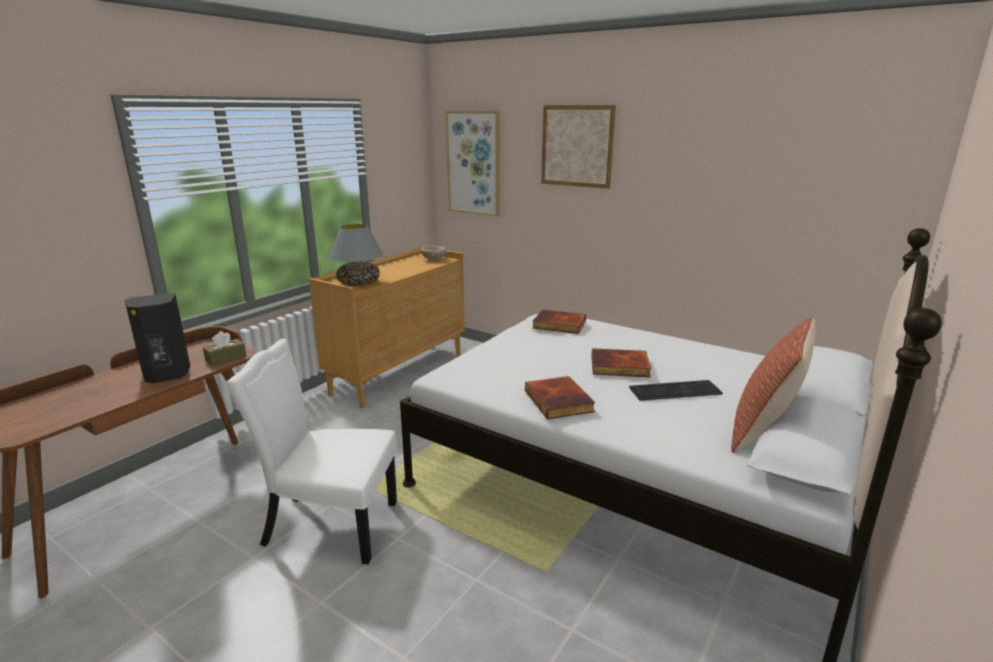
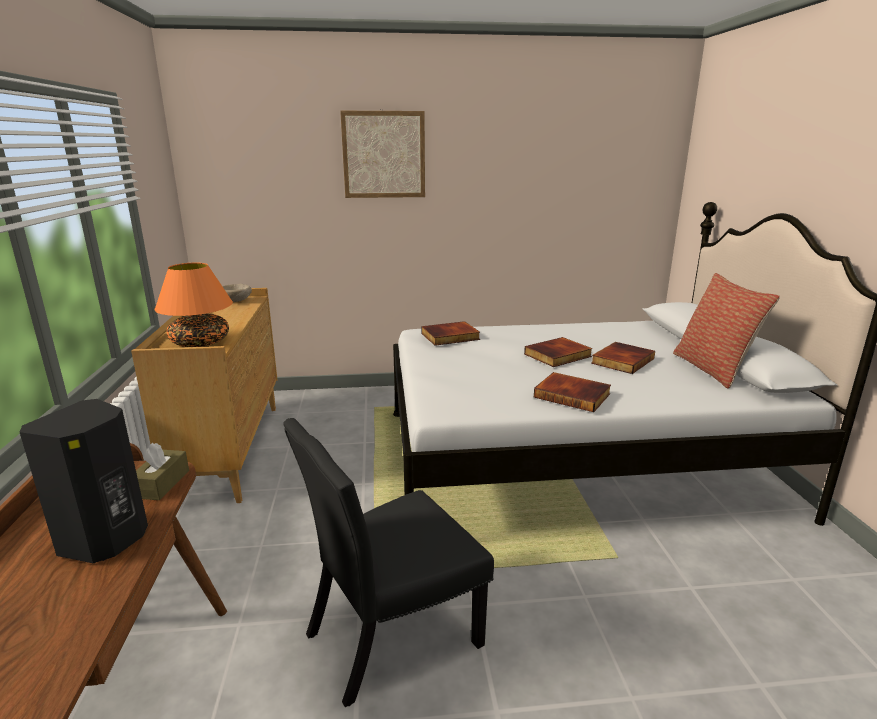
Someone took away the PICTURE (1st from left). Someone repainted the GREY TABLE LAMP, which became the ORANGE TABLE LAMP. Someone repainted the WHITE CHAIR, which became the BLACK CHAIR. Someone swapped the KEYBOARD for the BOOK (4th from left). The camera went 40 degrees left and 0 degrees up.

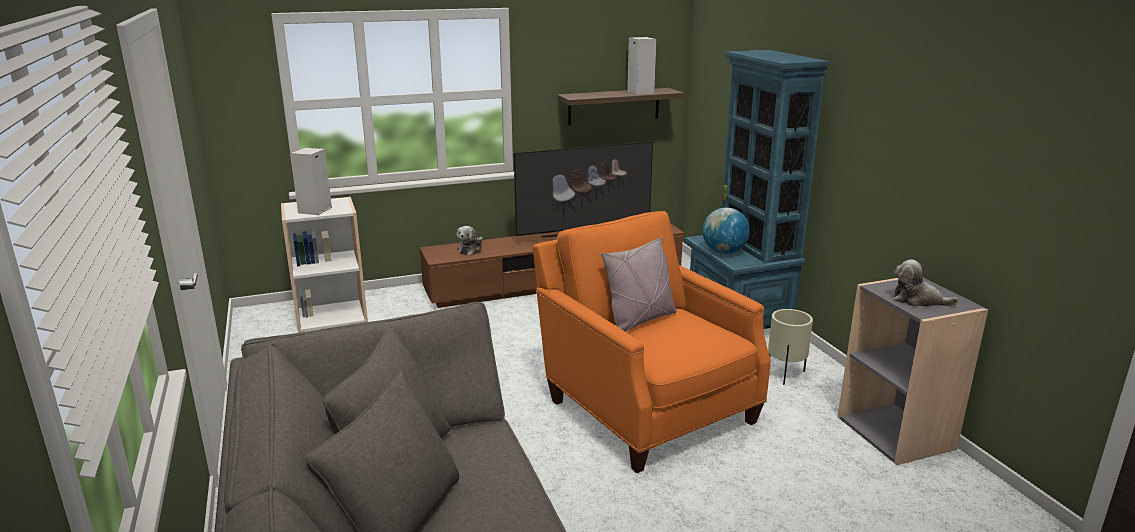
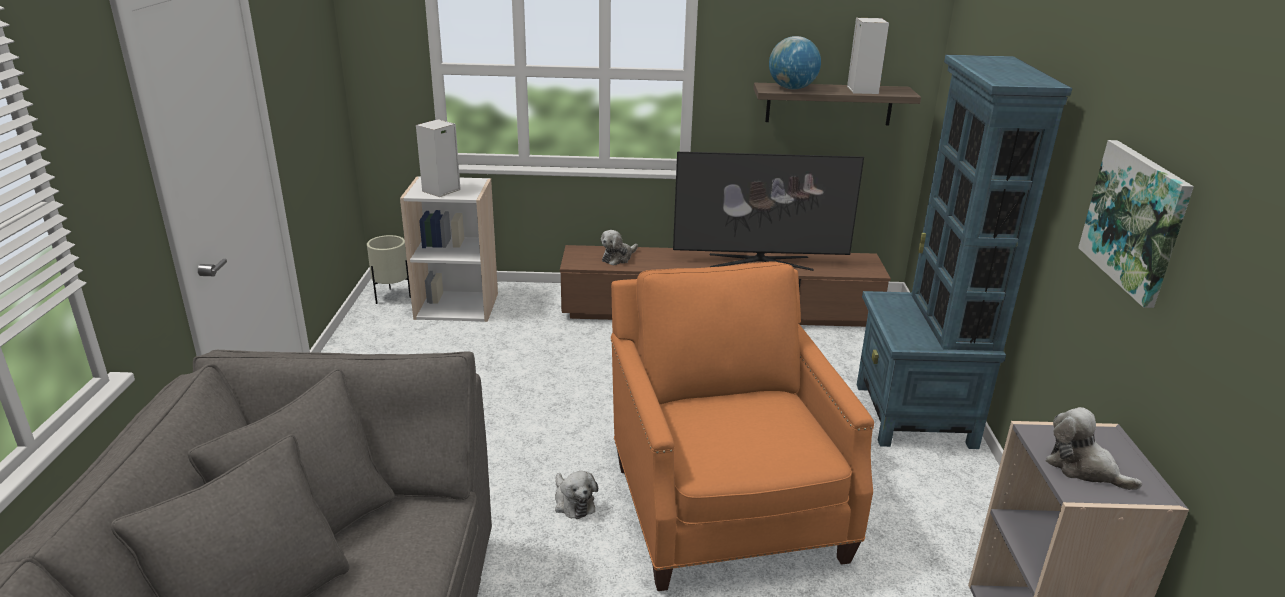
Someone carried the GLOBE. Someone took away the PURPLE PILLOW. Someone carried the BEIGE PLANTER. Someone put up the PICTURE. Someone put down the PLUSH TOY (1st from left). The camera went 20 degrees right and 5 degrees up.

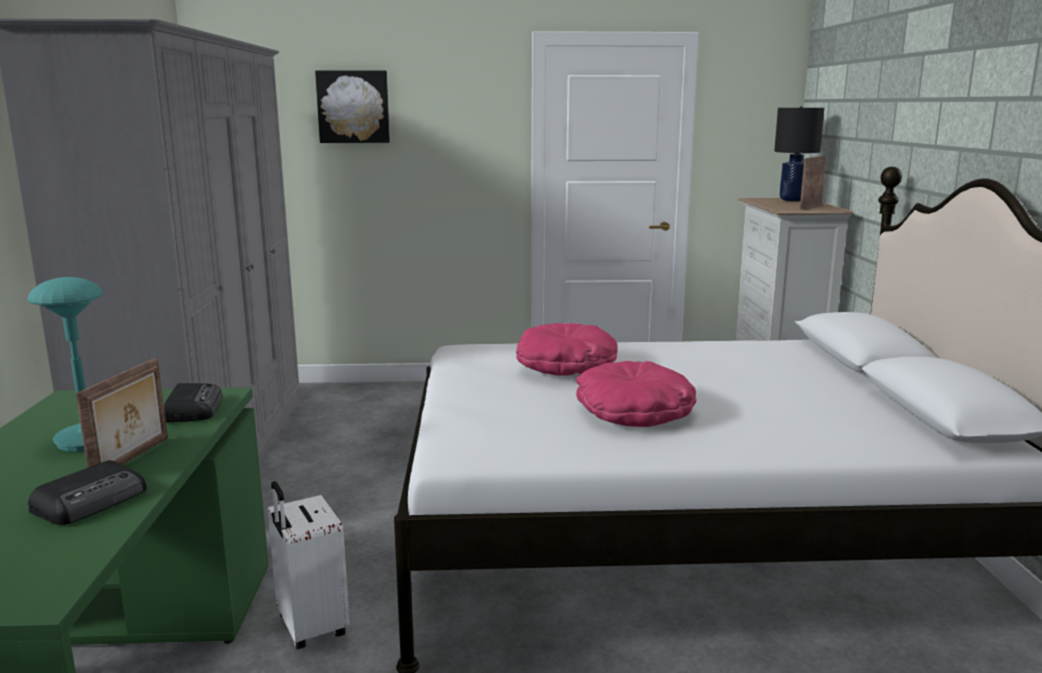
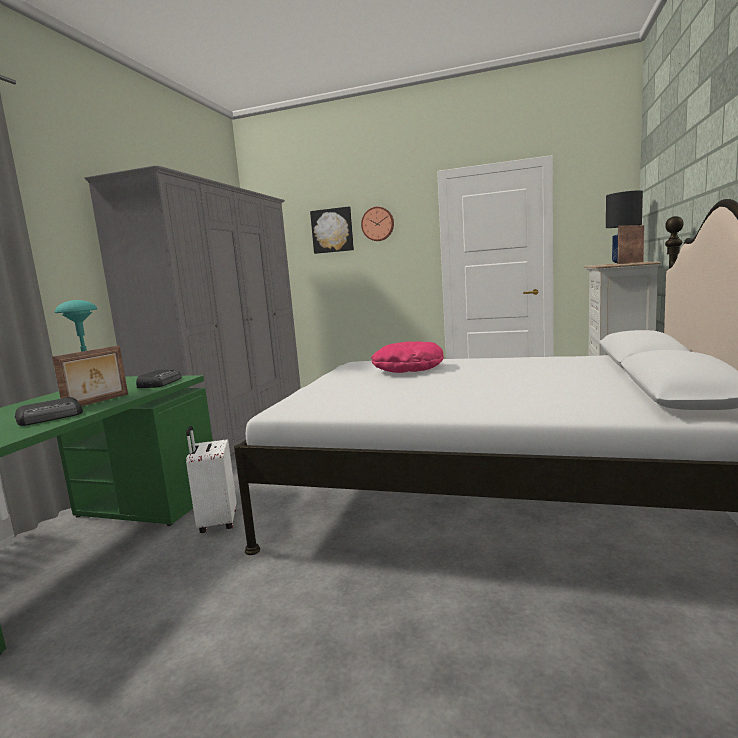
Someone took away the PINK PILLOW (2nd from left). Someone put up the WALL CLOCK. The camera went 20 degrees right and 5 degrees down.

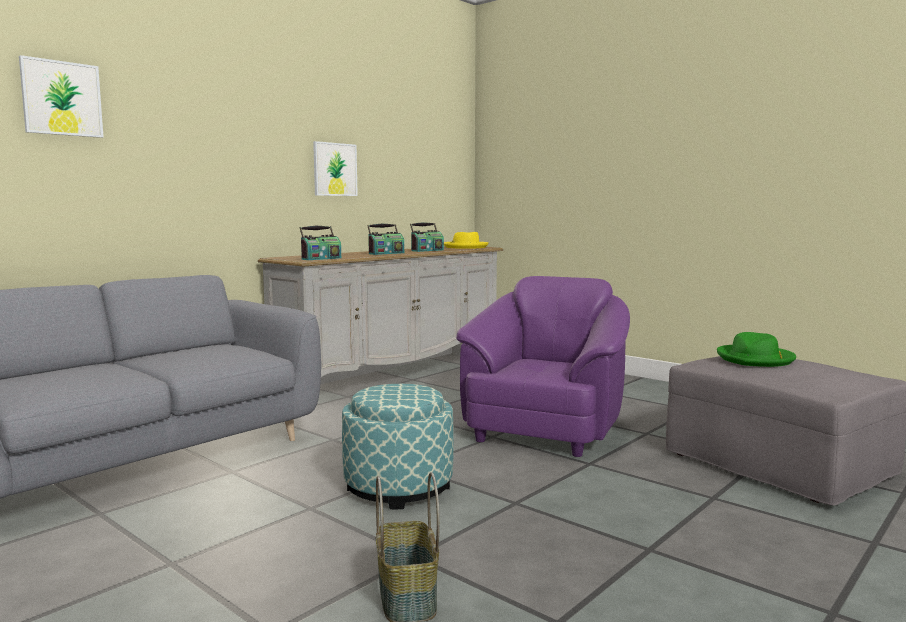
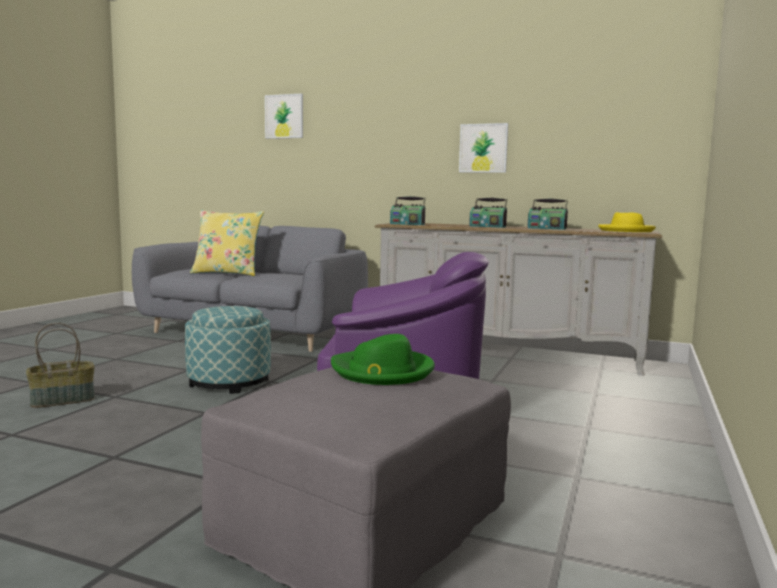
Someone put down the YELLOW PILLOW. The camera went 70 degrees right and 0 degrees up.

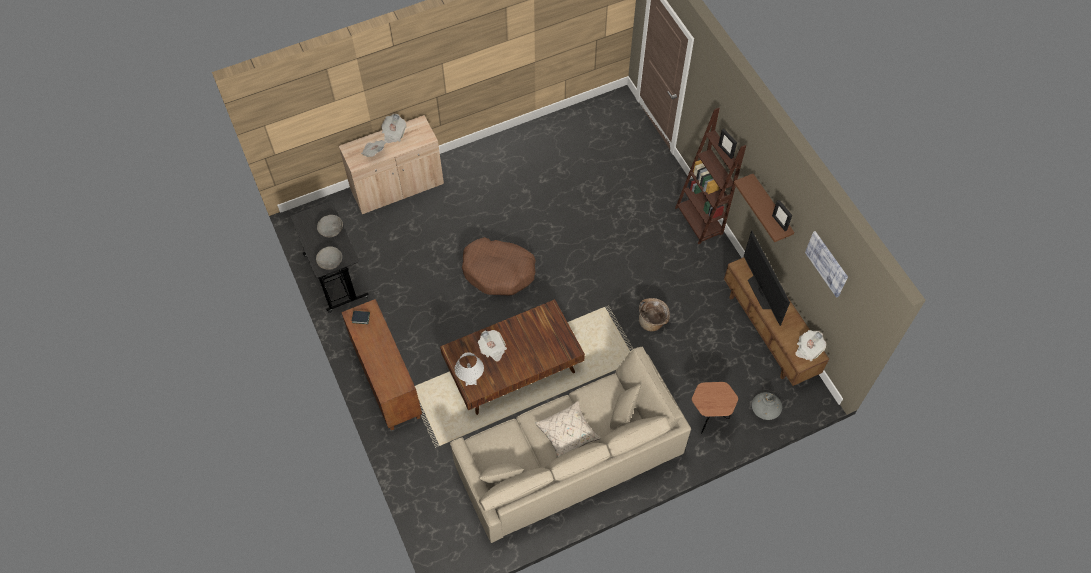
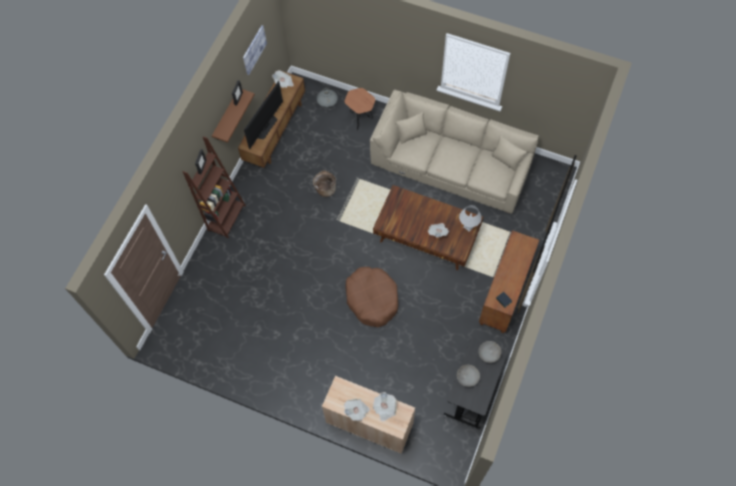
Someone took away the BEIGE PILLOW. The camera went 130 degrees left and 5 degrees up.

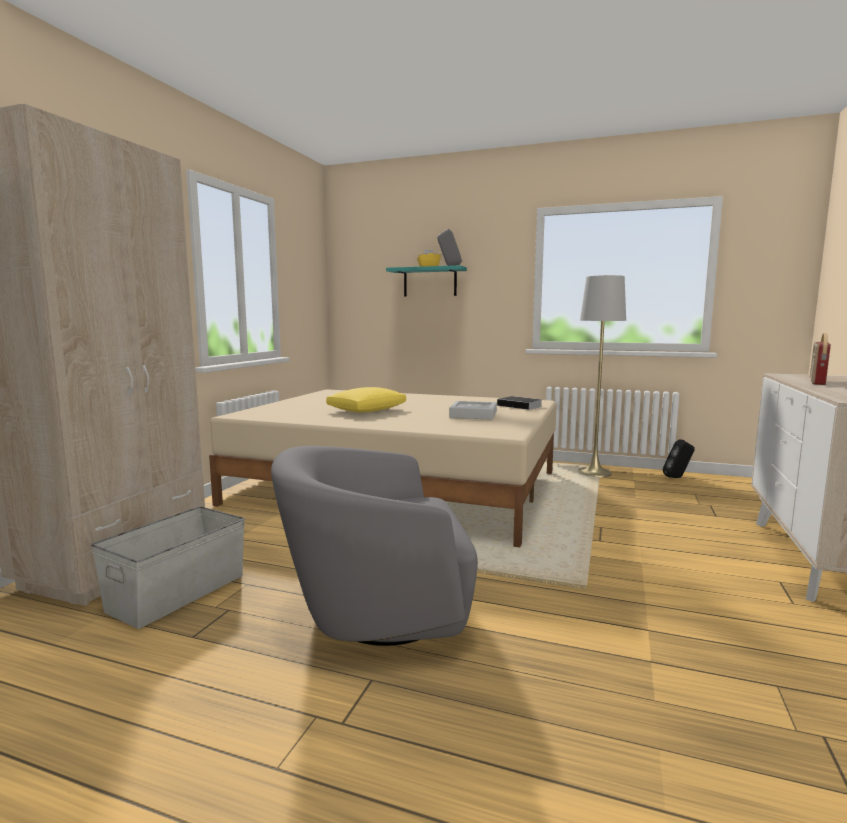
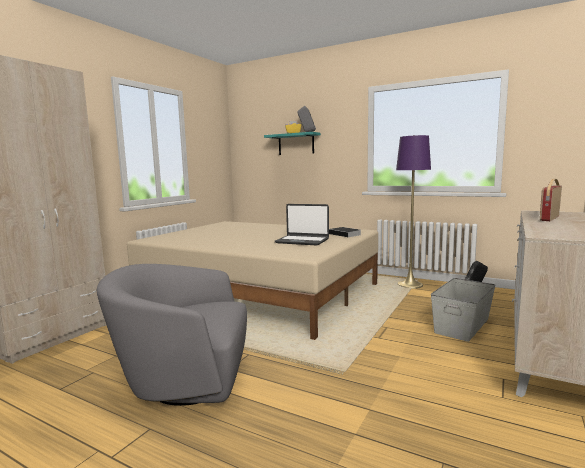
Someone repainted the GREY FLOOR LAMP, which became the PURPLE FLOOR LAMP. Someone took away the YELLOW PILLOW. Someone swapped the GREY TRAY for the LAPTOP. Someone carried the GREY STORAGE BOX. The camera went 10 degrees right and 0 degrees up.

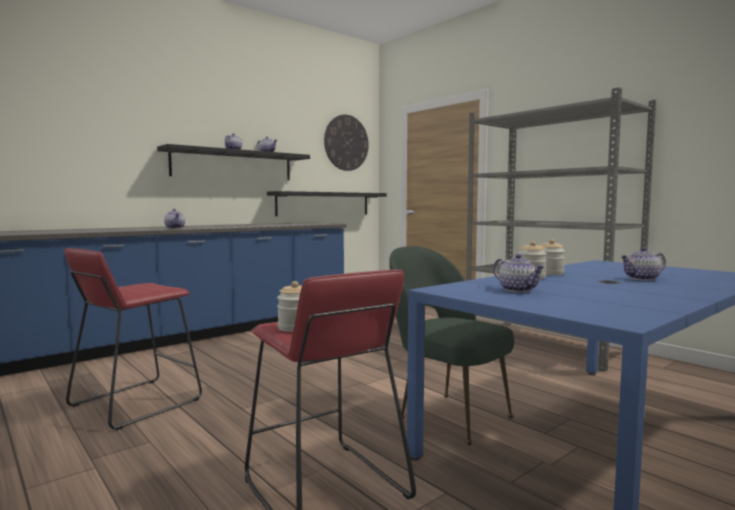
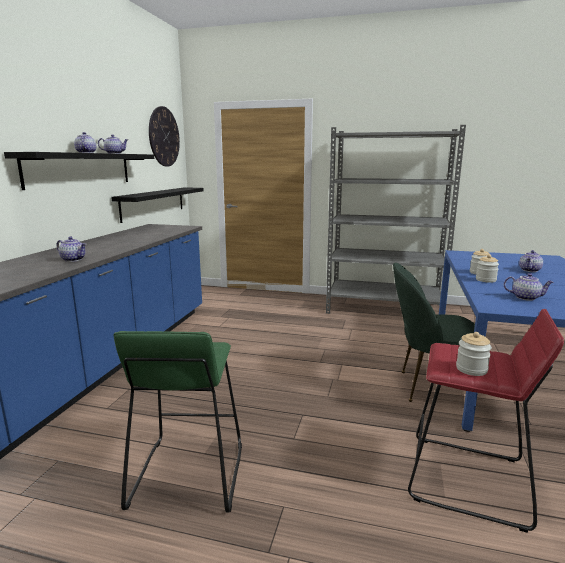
Someone repainted the RED STOOL (1st from left), which became the GREEN STOOL. The camera went 35 degrees left and 10 degrees up.

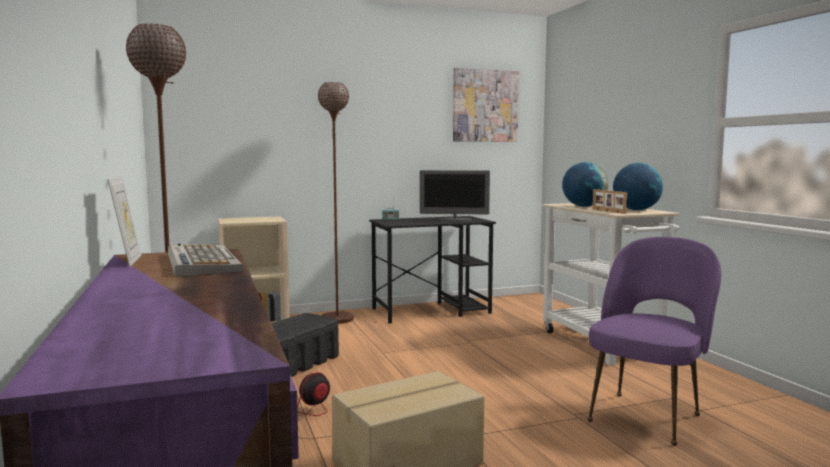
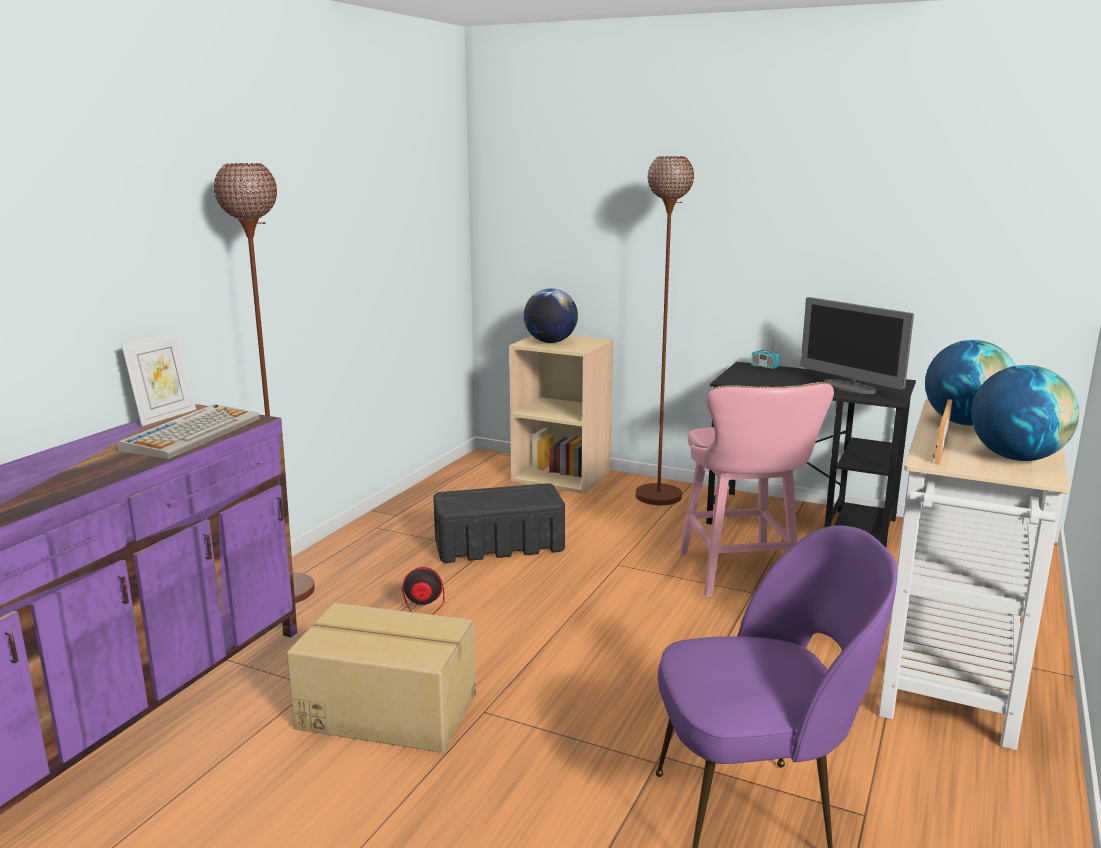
Someone took away the PICTURE. Someone put down the GLOBE (1st from left). Someone put down the PINK STOOL. The camera went 45 degrees right and 10 degrees up.

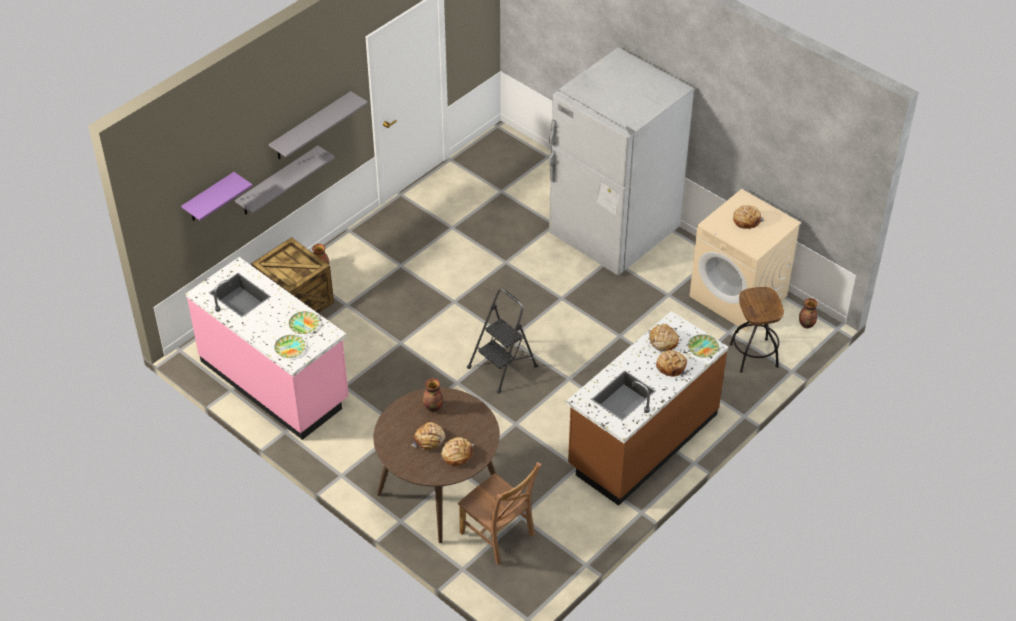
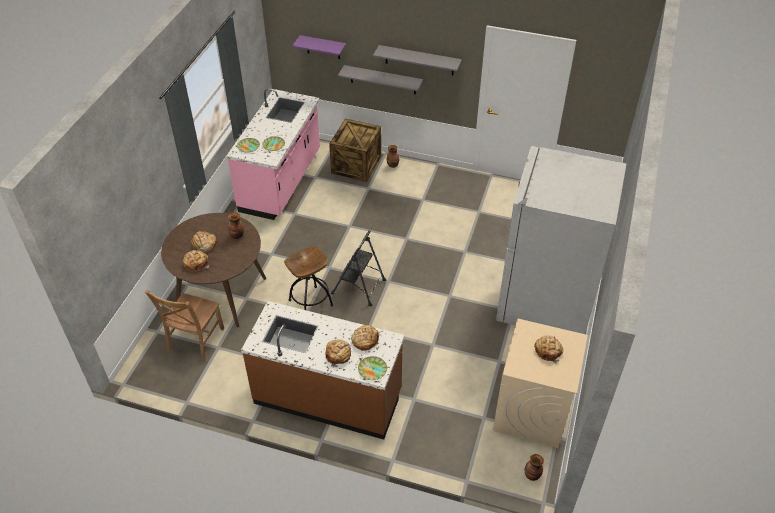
Someone carried the BROWN STOOL. The camera went 65 degrees right and 0 degrees up.

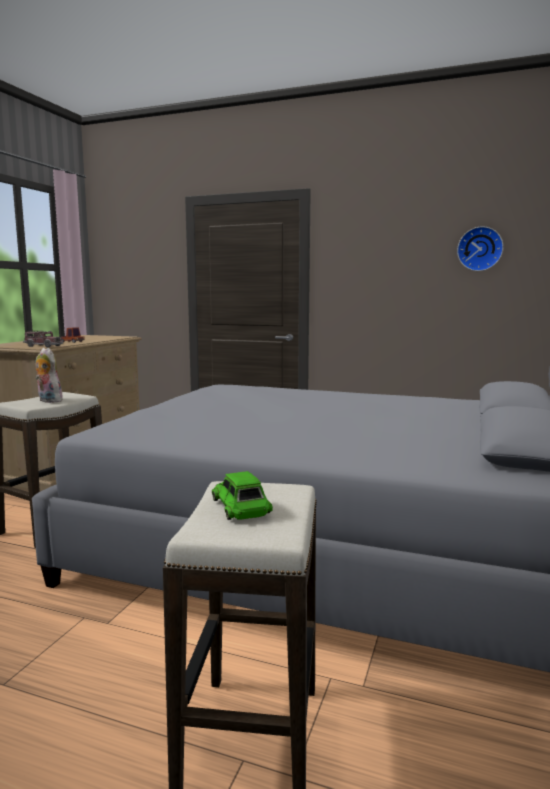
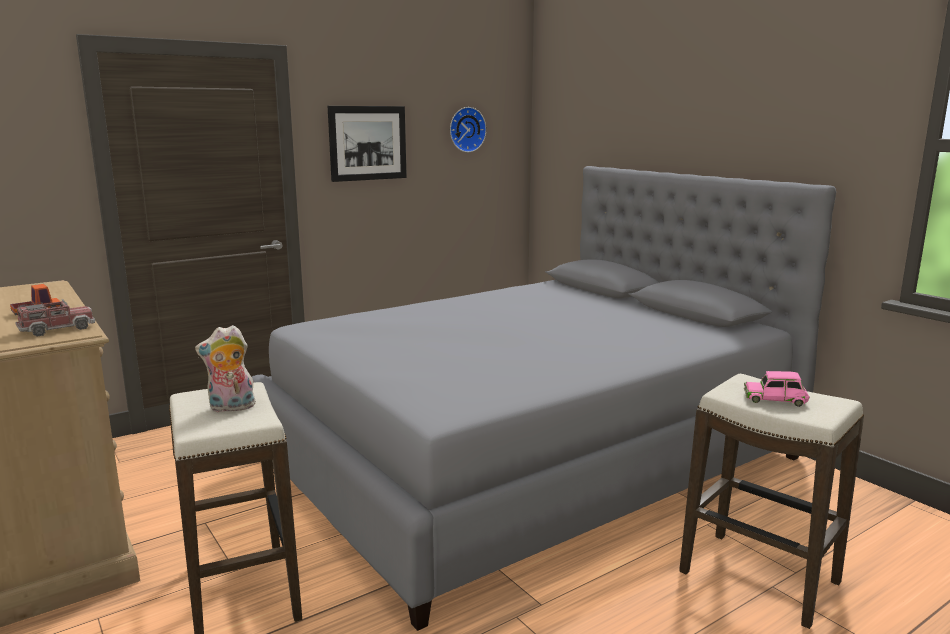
Someone repainted the GREEN TOY CAR, which became the PINK TOY CAR. Someone put up the PICTURE. The camera went 55 degrees left and 5 degrees up.

